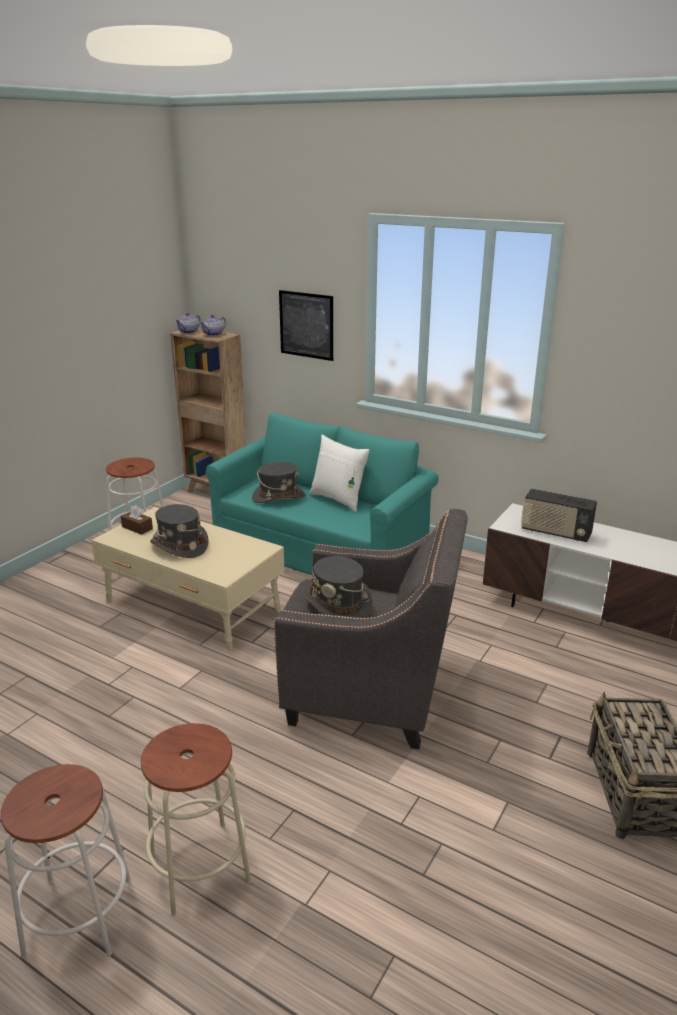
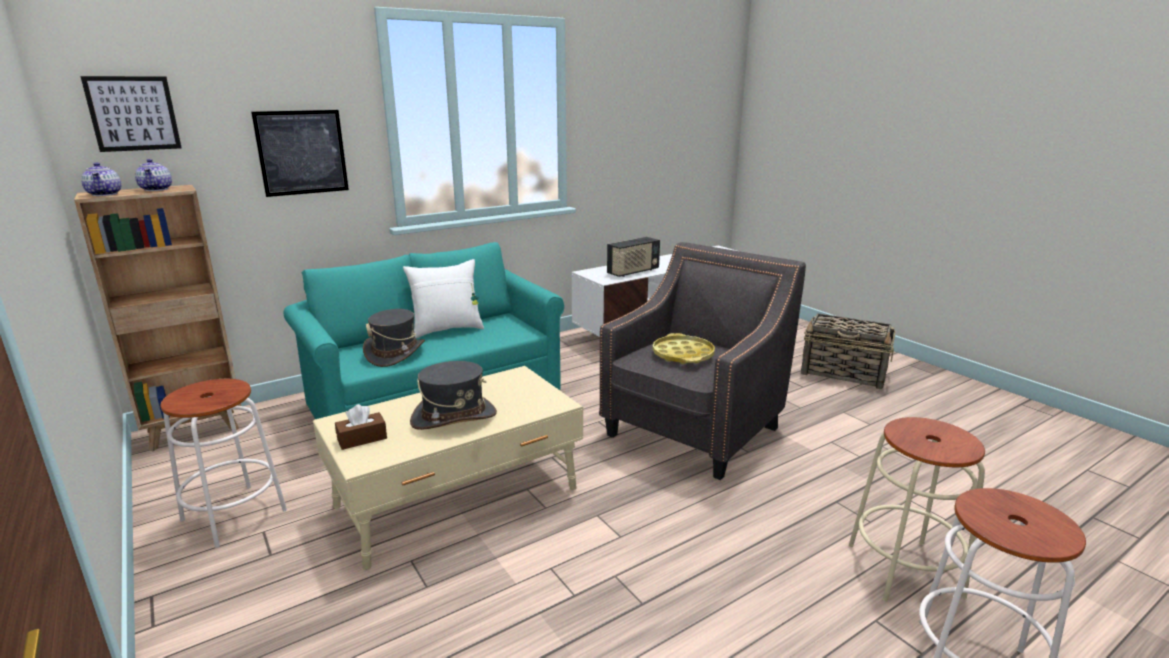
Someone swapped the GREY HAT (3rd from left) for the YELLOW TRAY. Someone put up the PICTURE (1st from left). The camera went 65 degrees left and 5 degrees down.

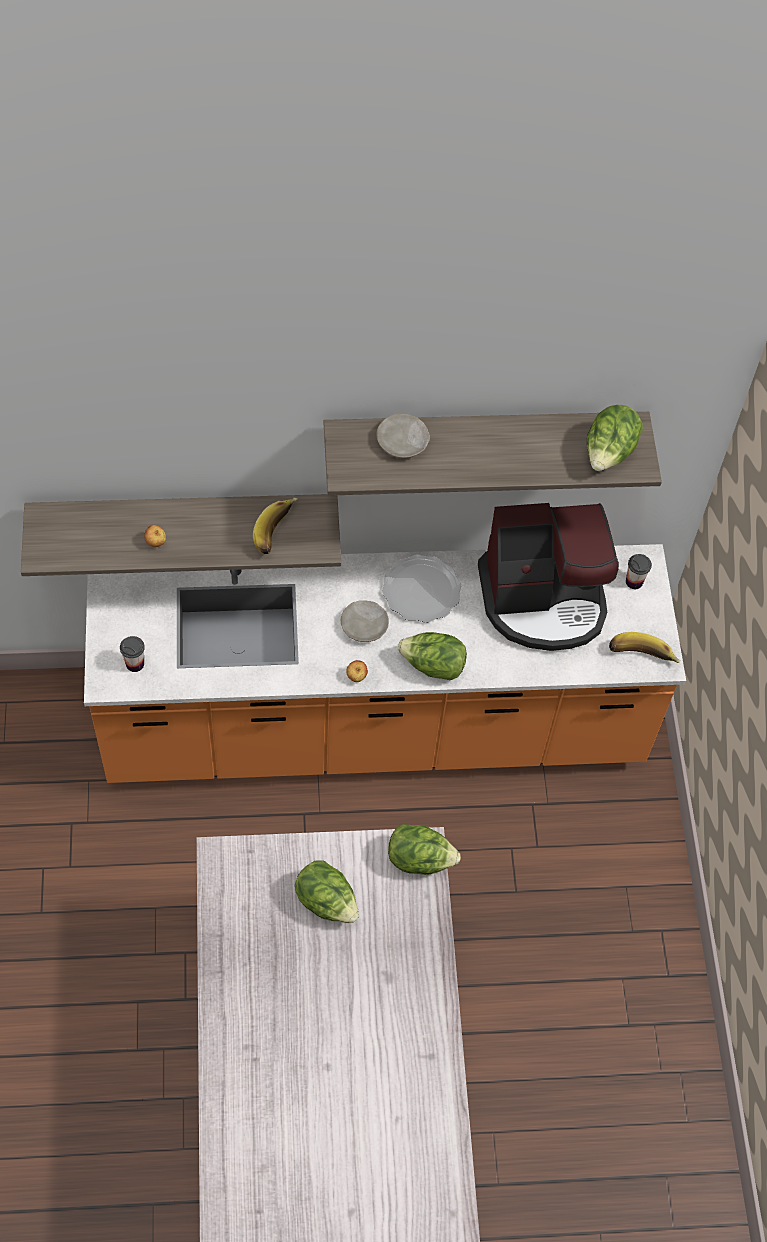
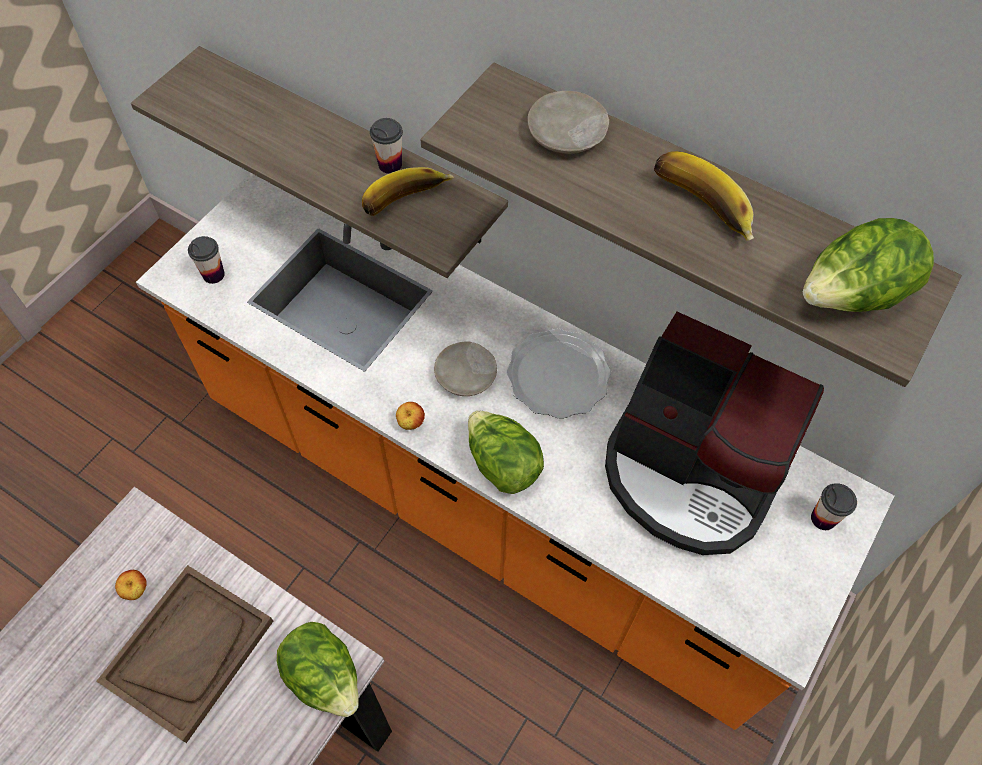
Someone carried the APPLE (1st from left). Someone carried the BANANA (2nd from left). Someone swapped the LETTUCE (1st from left) for the BROWN TRAY. Someone put down the CUP (2nd from left). The camera went 40 degrees right and 0 degrees up.

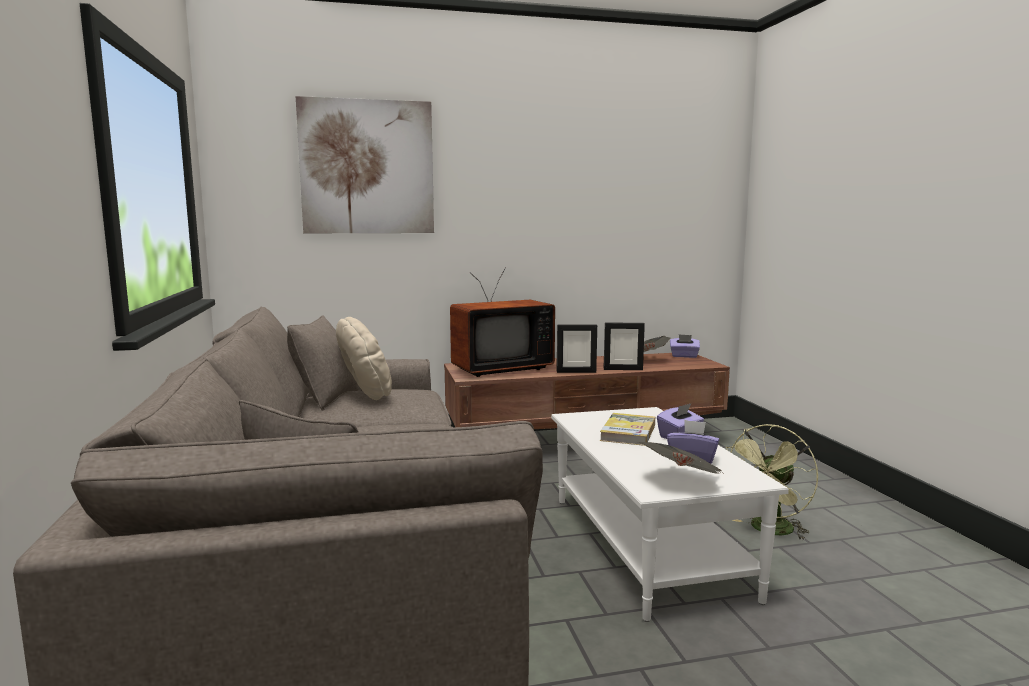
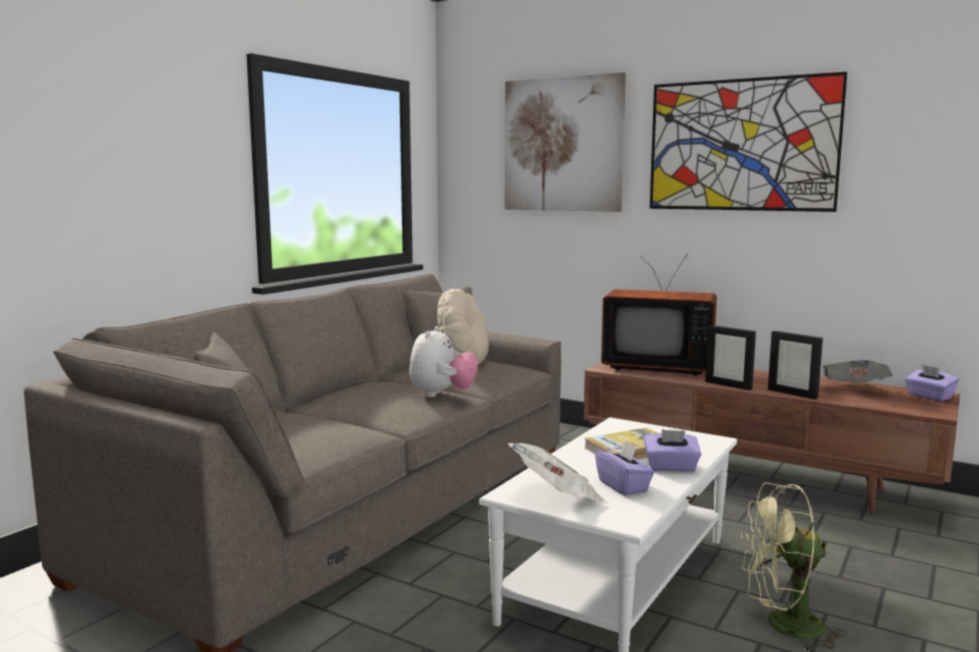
Someone put up the PICTURE (2nd from left). Someone put down the PLUSH TOY. The camera went 45 degrees right and 0 degrees up.

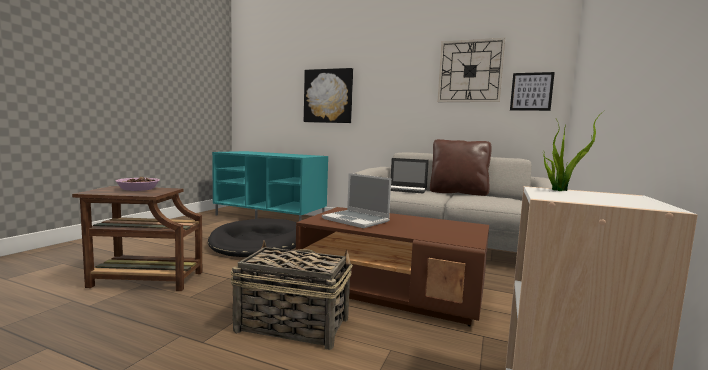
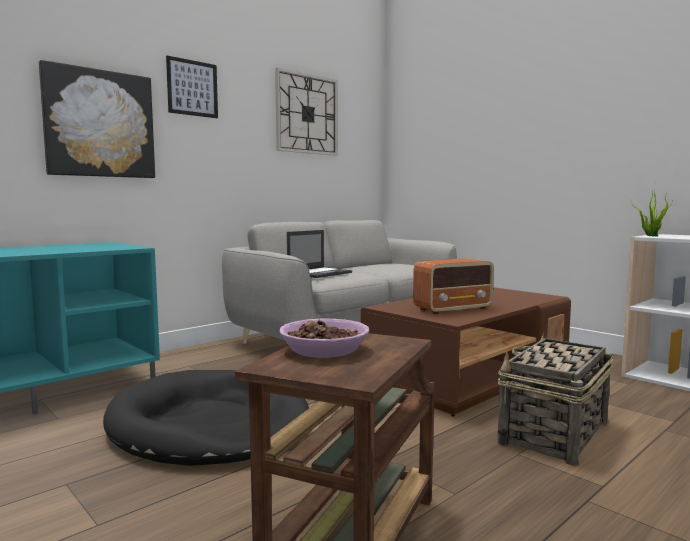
Someone carried the PICTURE (2nd from left). Someone took away the BROWN PILLOW. Someone swapped the LAPTOP (1st from left) for the RADIO. The camera went 65 degrees left and 0 degrees up.

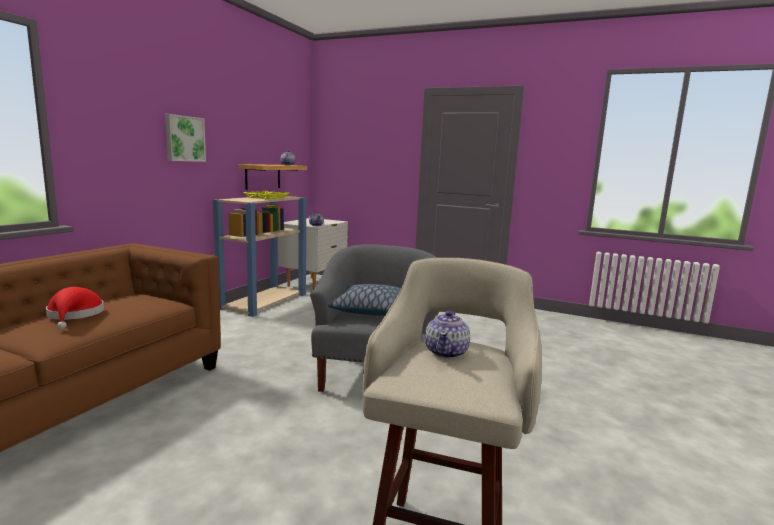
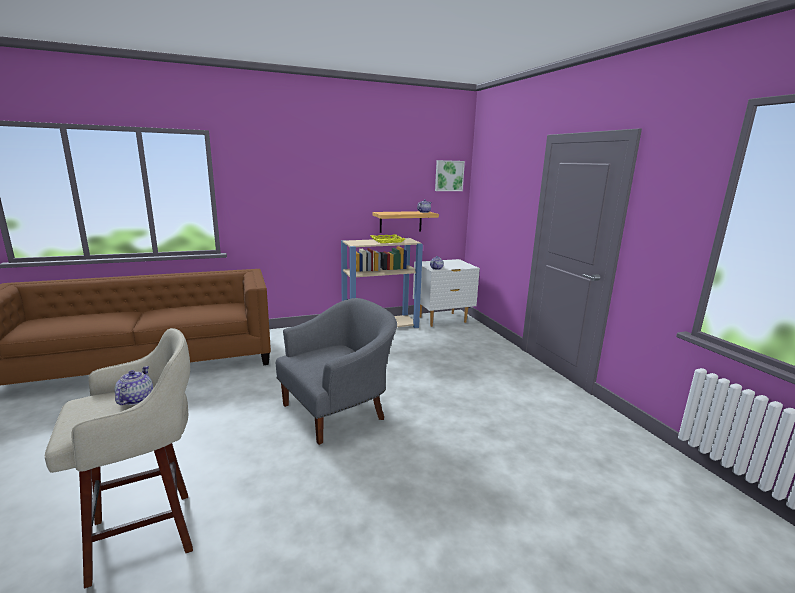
Someone carried the PICTURE. Someone took away the PILLOW. Someone took away the RED HAT. Someone rotated the TEAPOT (3rd from left in the first image) by 120 degrees clockwise. The camera went 45 degrees right and 5 degrees up.

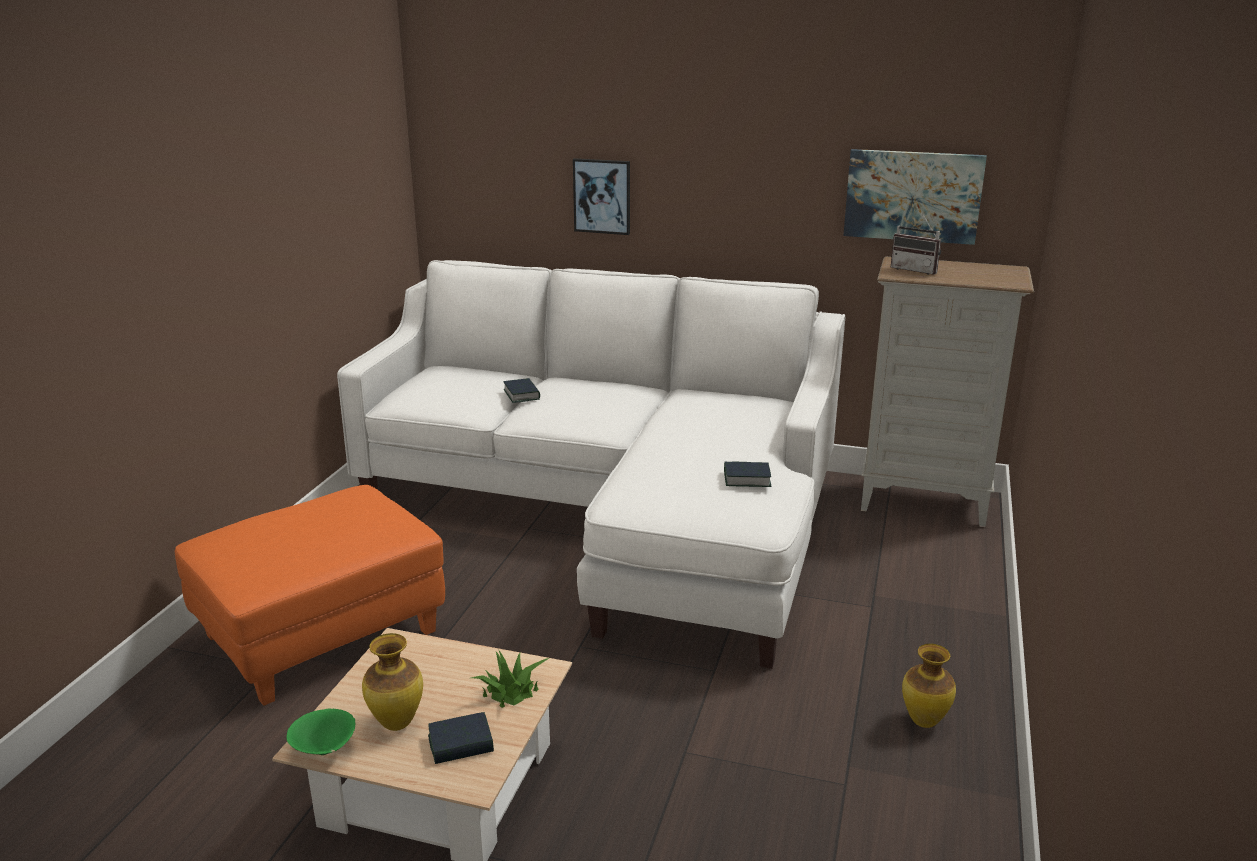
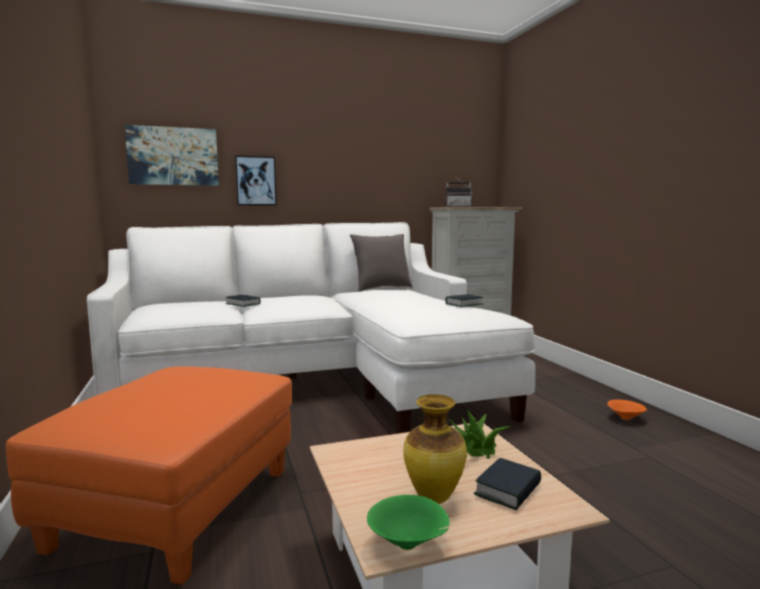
Someone carried the PICTURE (2nd from left in the first image). Someone swapped the VASE (2nd from left) for the ORANGE BOWL. Someone put down the GREY PILLOW. The camera went 35 degrees left and 15 degrees down.

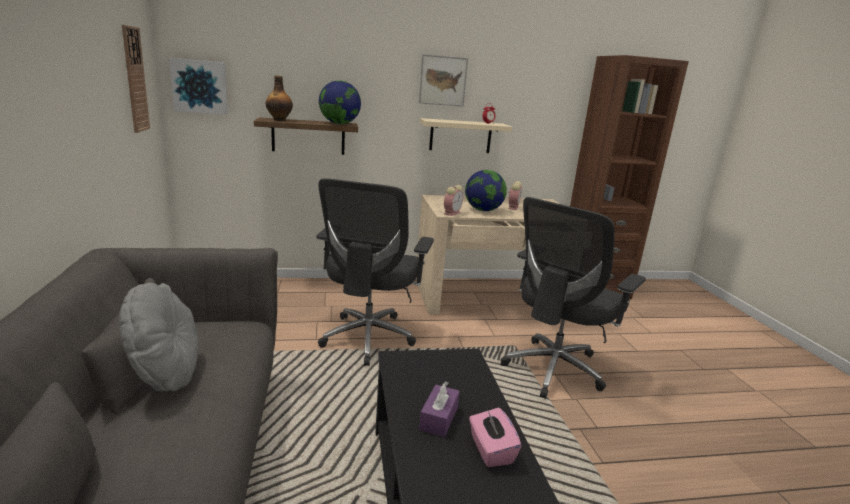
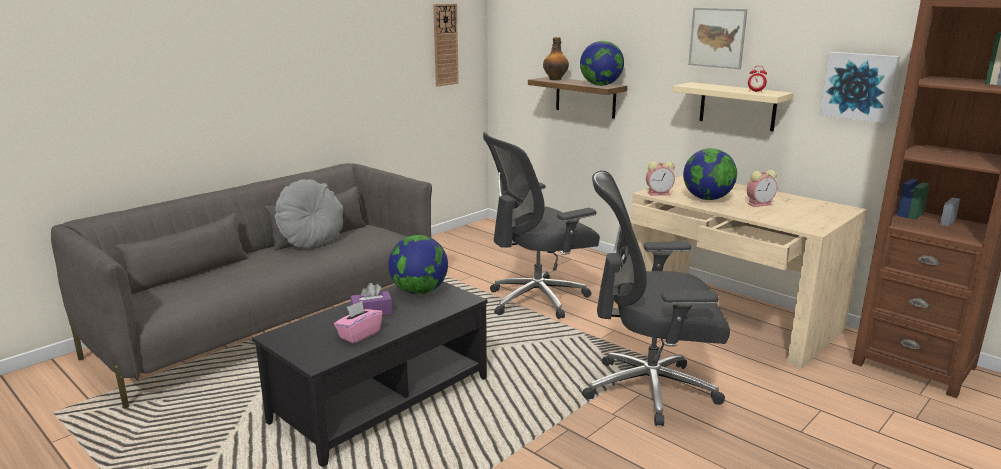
Someone carried the PICTURE (1st from left in the first image). Someone put down the GLOBE (1st from left). The camera went 55 degrees right and 0 degrees up.

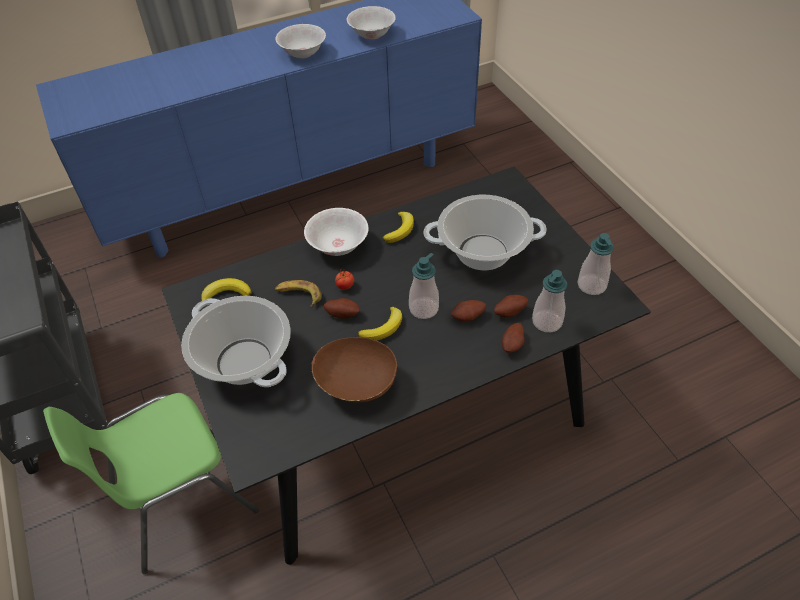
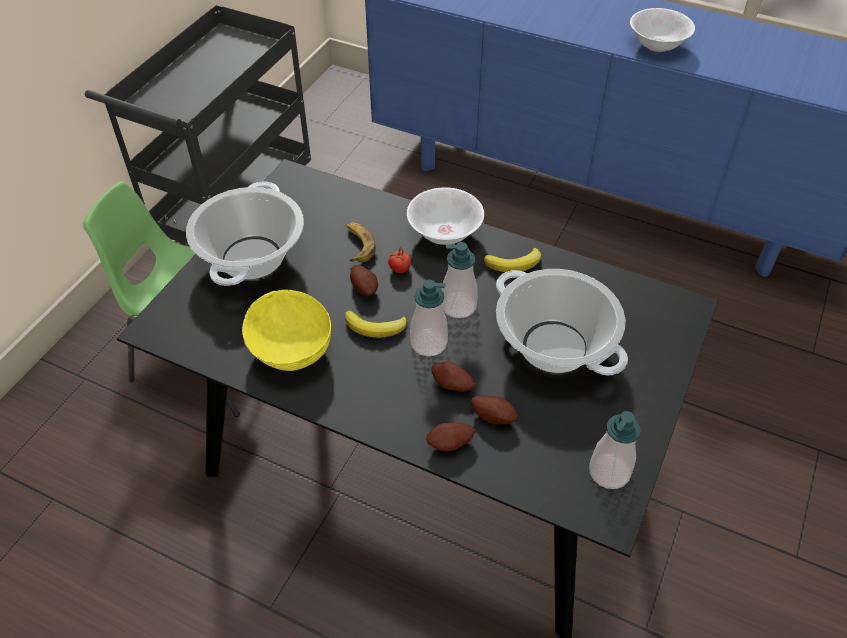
Someone took away the WHITE BOWL (3rd from left). Someone carried the SOAP DISPENSER (2nd from left). Someone took away the BANANA (1st from left). Someone repainted the BROWN BOWL, which became the YELLOW BOWL. The camera went 50 degrees right and 0 degrees up.

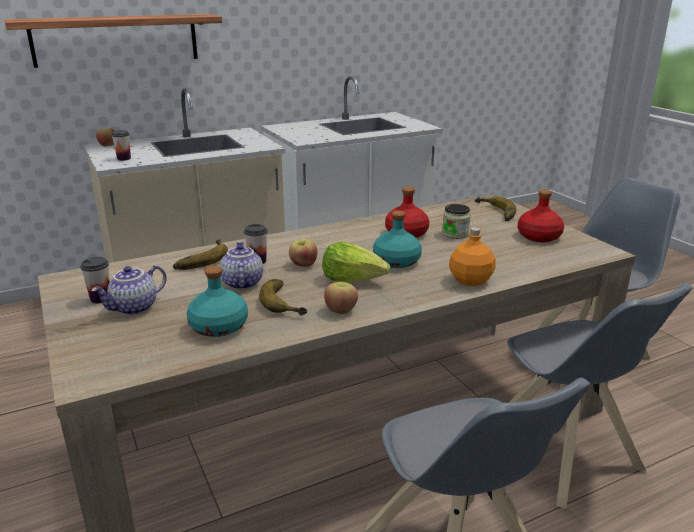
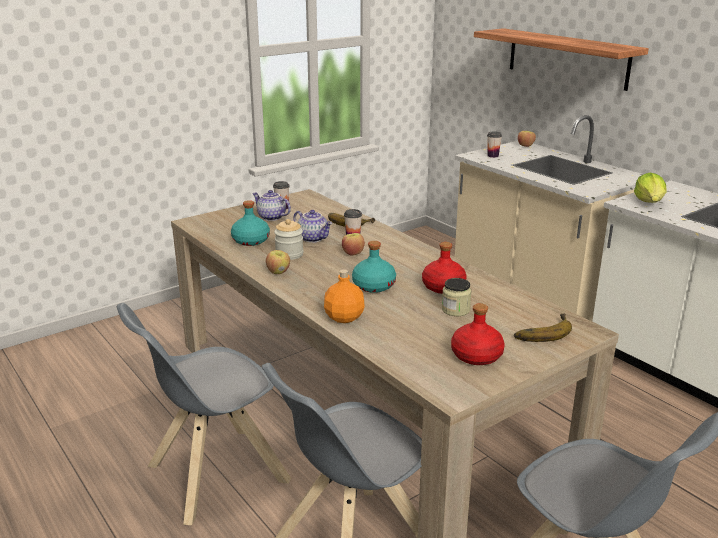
Someone rotated the TEAPOT (2nd from left) by 60 degrees clockwise. Someone carried the LETTUCE. Someone swapped the BANANA (2nd from left) for the JAR (1st from left). The camera went 80 degrees right and 0 degrees up.

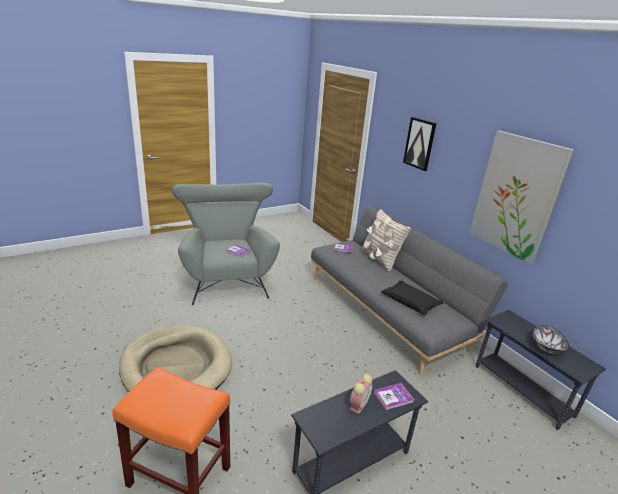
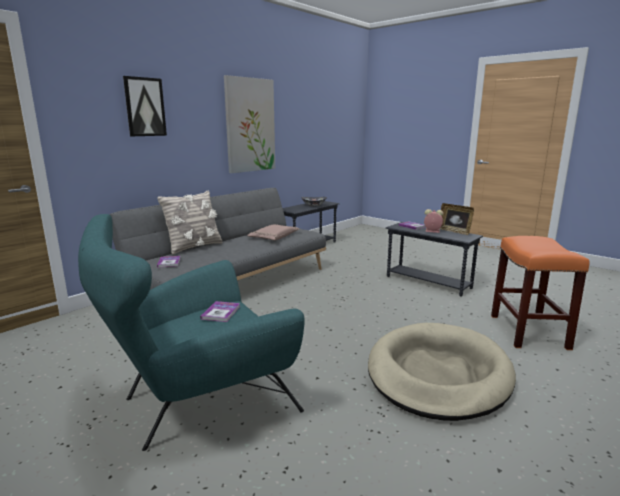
Someone repainted the GREY ARMCHAIR, which became the TURQUOISE ARMCHAIR. Someone repainted the BLACK PILLOW, which became the BEIGE PILLOW (2nd from left). Someone put down the PICTURE FRAME. The camera went 105 degrees left and 10 degrees down.

